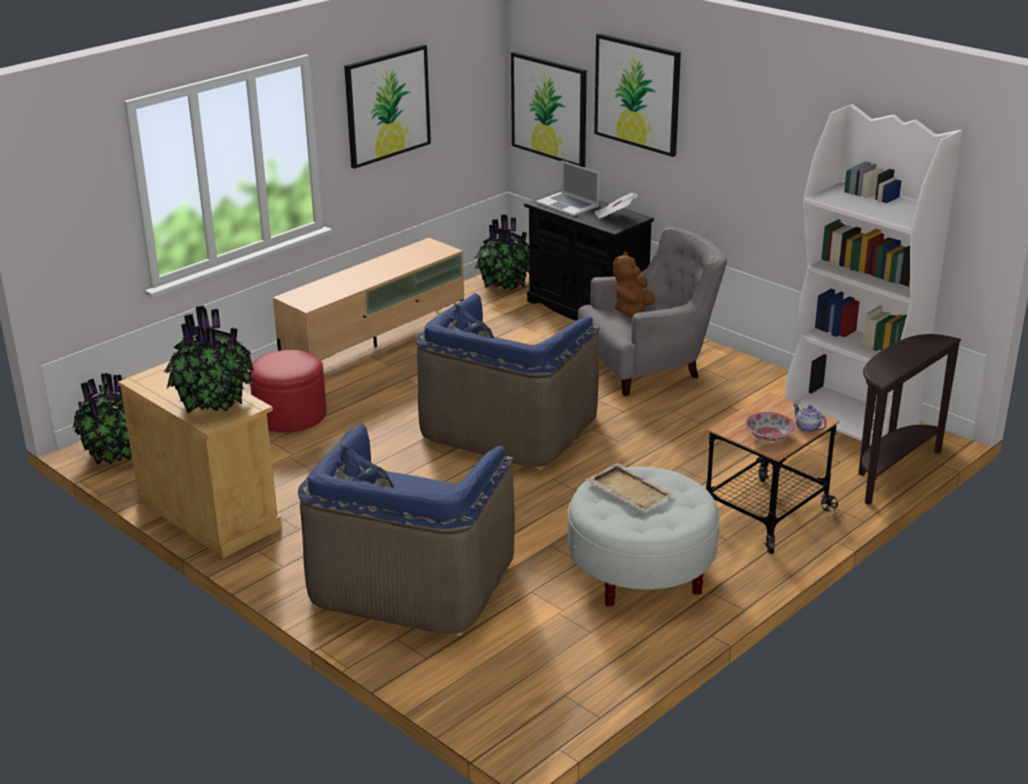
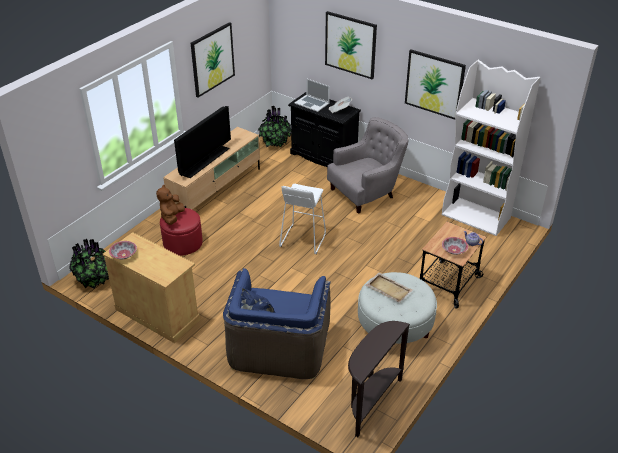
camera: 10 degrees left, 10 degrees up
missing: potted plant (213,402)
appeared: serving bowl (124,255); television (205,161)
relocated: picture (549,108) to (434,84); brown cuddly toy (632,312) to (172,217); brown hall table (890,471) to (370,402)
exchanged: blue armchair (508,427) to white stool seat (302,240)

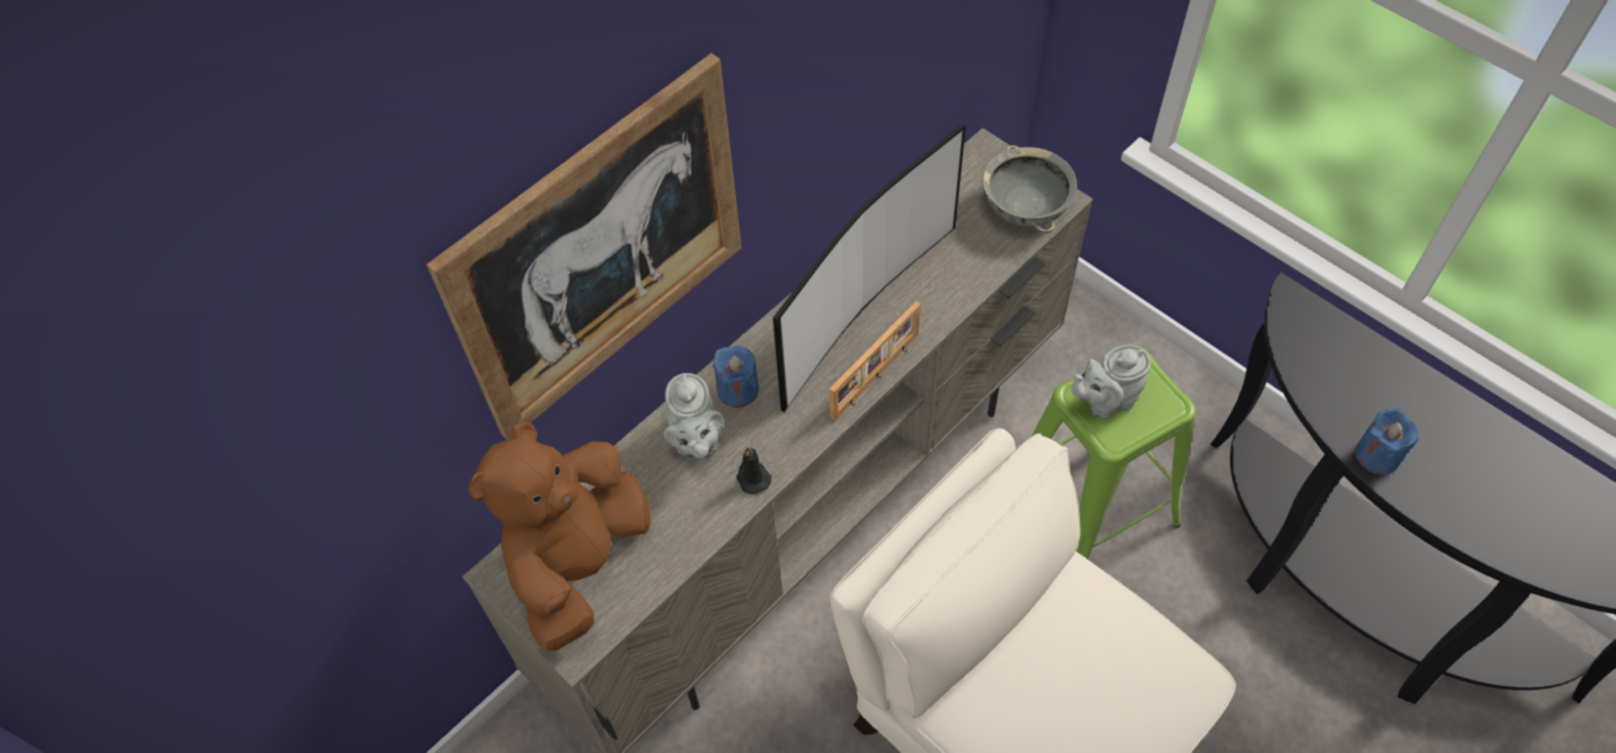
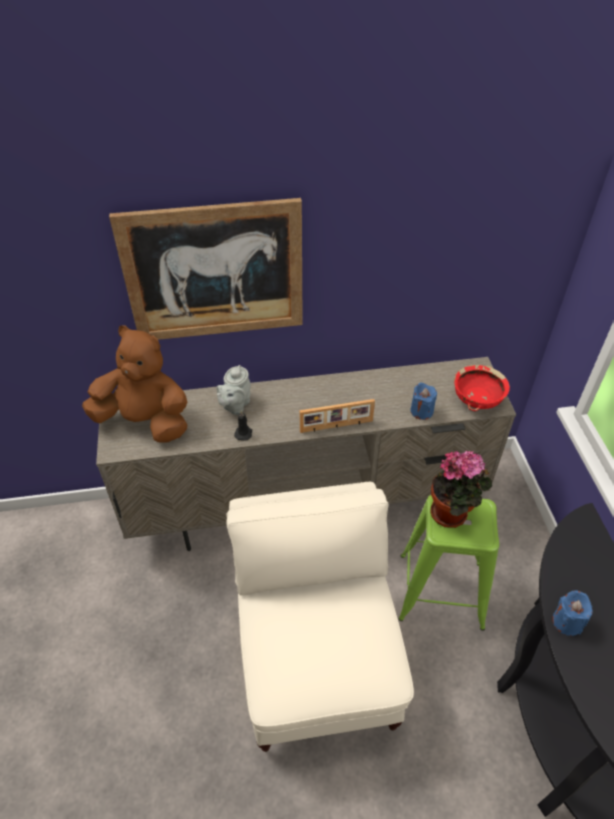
camera: 35 degrees right, 10 degrees down
missing: television (862,309)
relocated: blue wax light (737,389) to (421,411)
exchanged: gray pot for tea (1105,400) to potted plant (452,514)
colour: gray serving bowl (1025,206) to reddish serving bowl (477,398)
spun: brown cuddly toy (579,562) = (145,421) 45 degrees clockwise

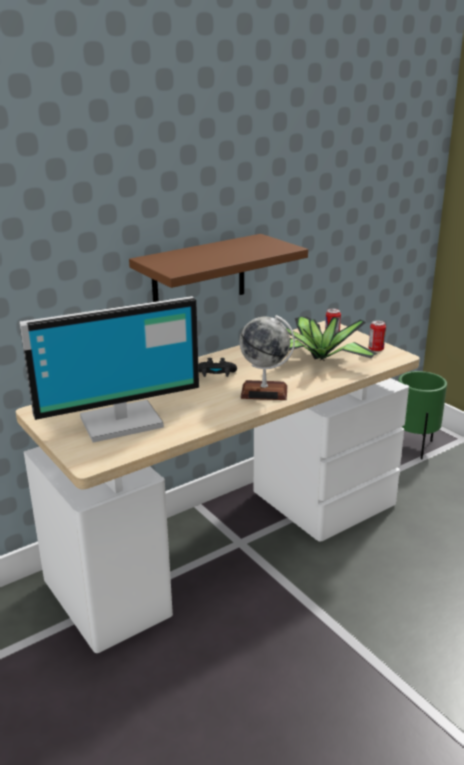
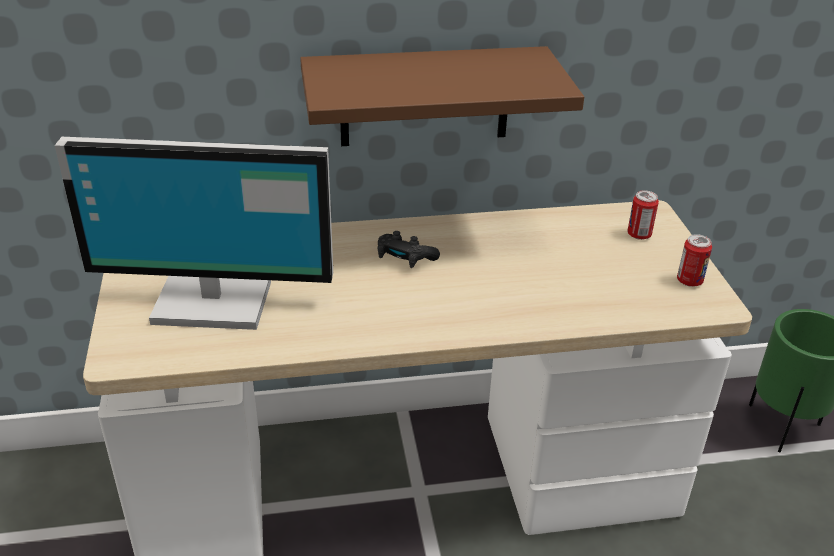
camera: 25 degrees right, 10 degrees up
missing: desk globe (264,392); potted plant (319,359)

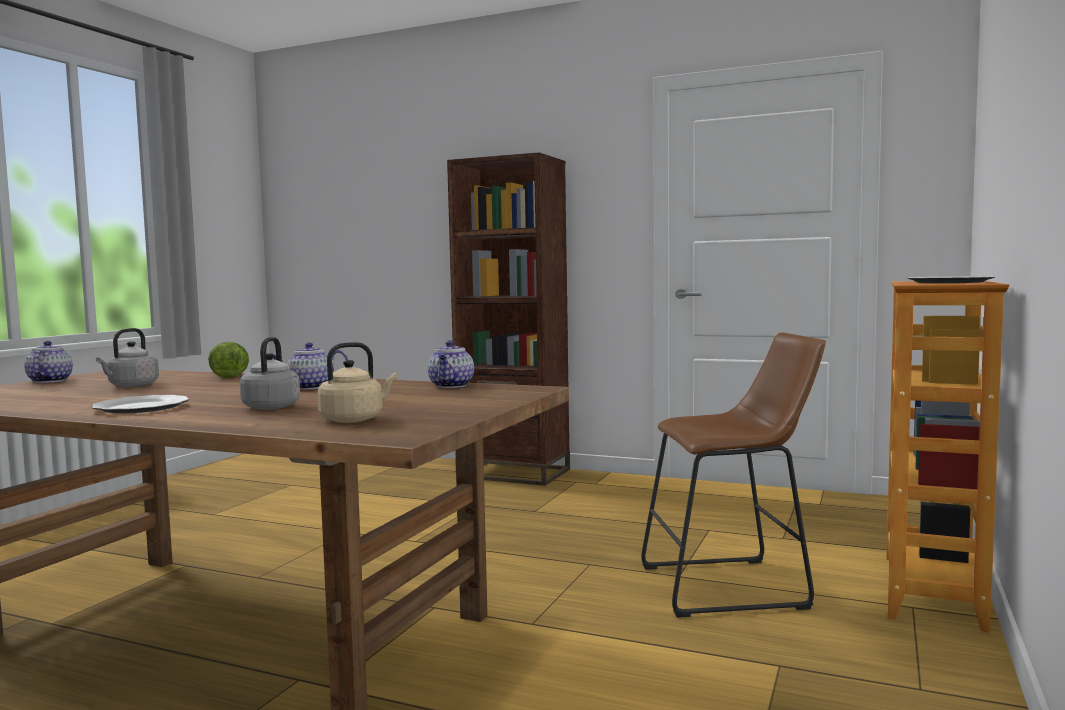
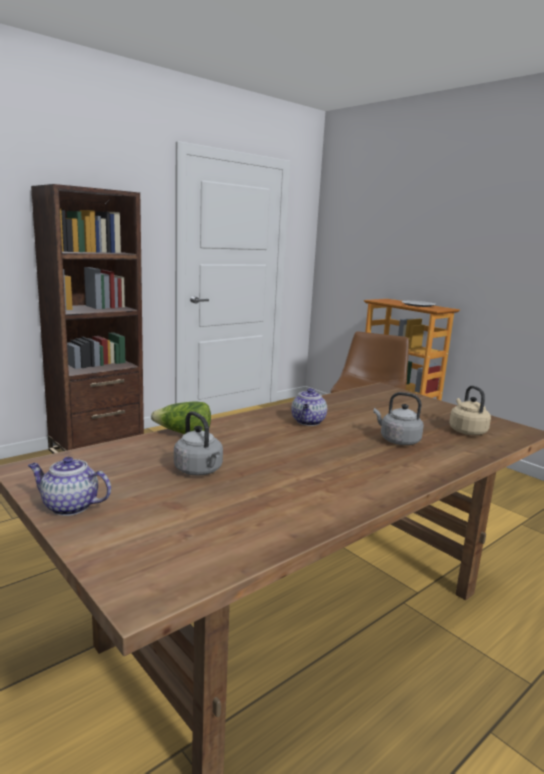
camera: 65 degrees left, 10 degrees up
missing: flat dish (141,407); pot for tea (451,386)

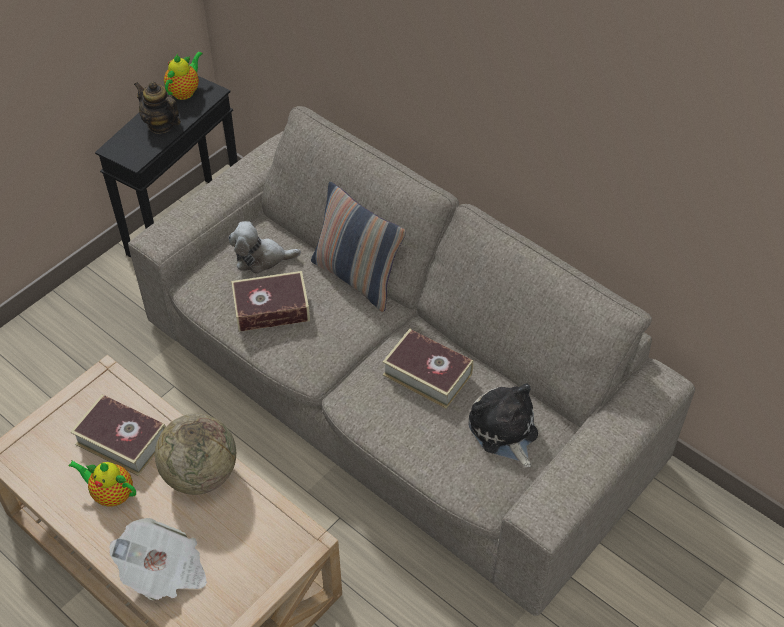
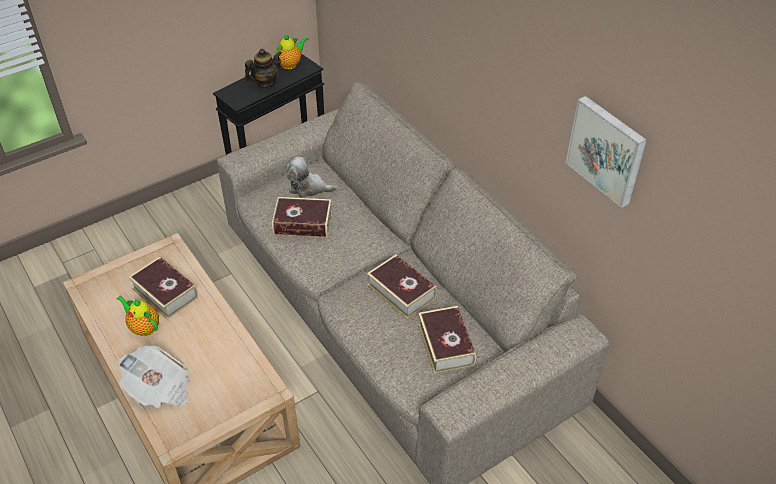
camera: 15 degrees right, 5 degrees down
missing: desk globe (200,474); cushion (357,278)
appeared: picture (607,150)
exchanged: cuddly toy (504,431) to volume (446,344)
spun: pot for tea (161,125) = (265,83) 90 degrees clockwise

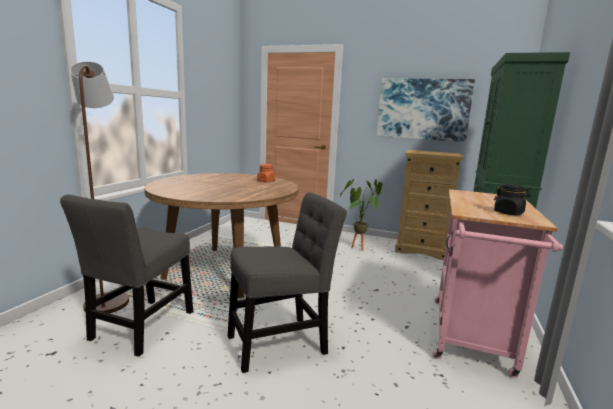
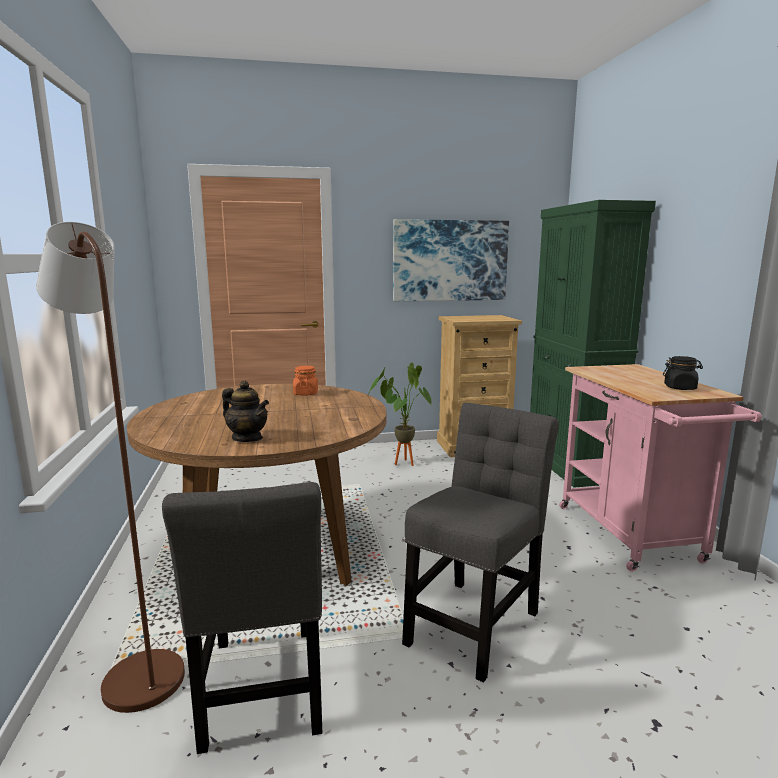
camera: 30 degrees left, 0 degrees up
appeared: pot for tea (247,438)

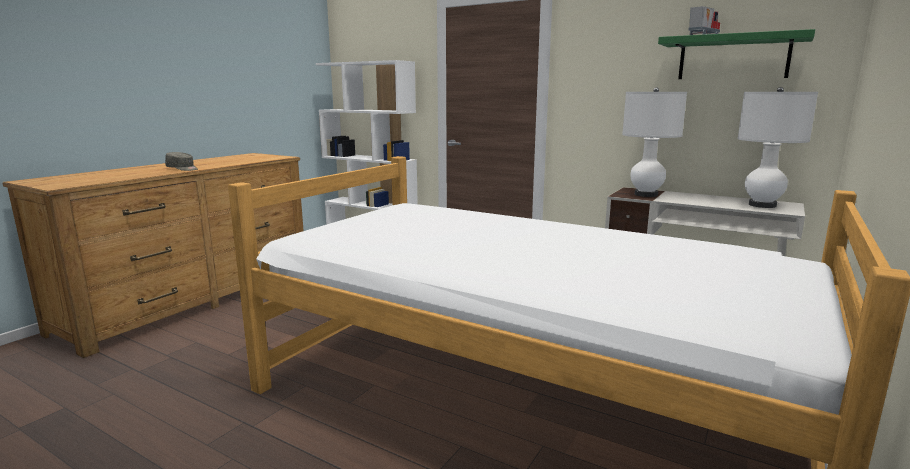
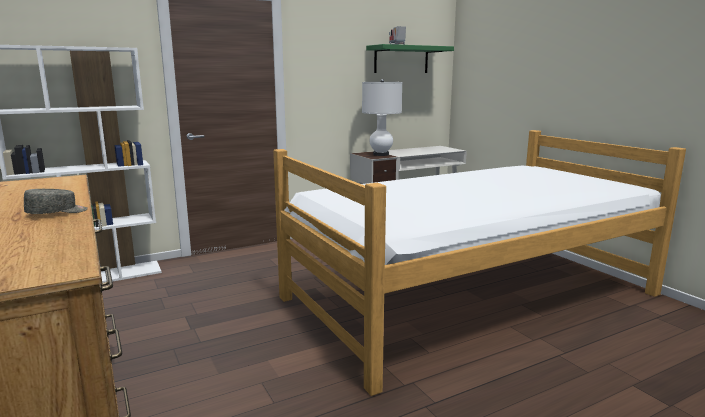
camera: 60 degrees left, 0 degrees up
missing: white tabletop lamp (762,205)

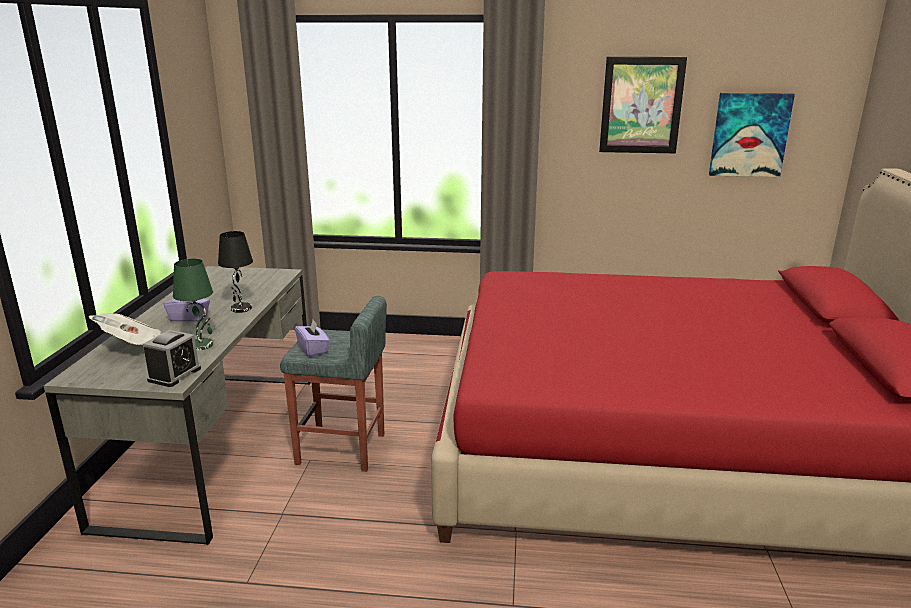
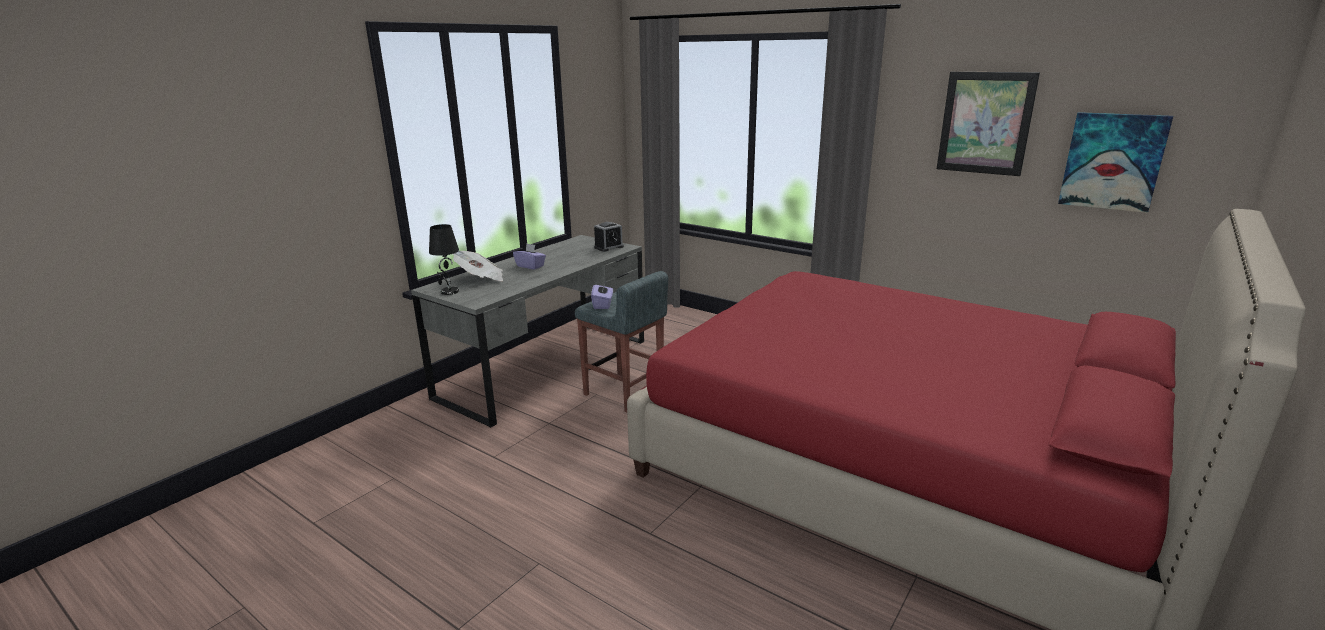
camera: 30 degrees right, 0 degrees up
missing: green-coloured tabletop lamp (201,345)
relocated: bedside clock (174,374) to (609,247); black tabletop lamp (241,309) to (449,292)

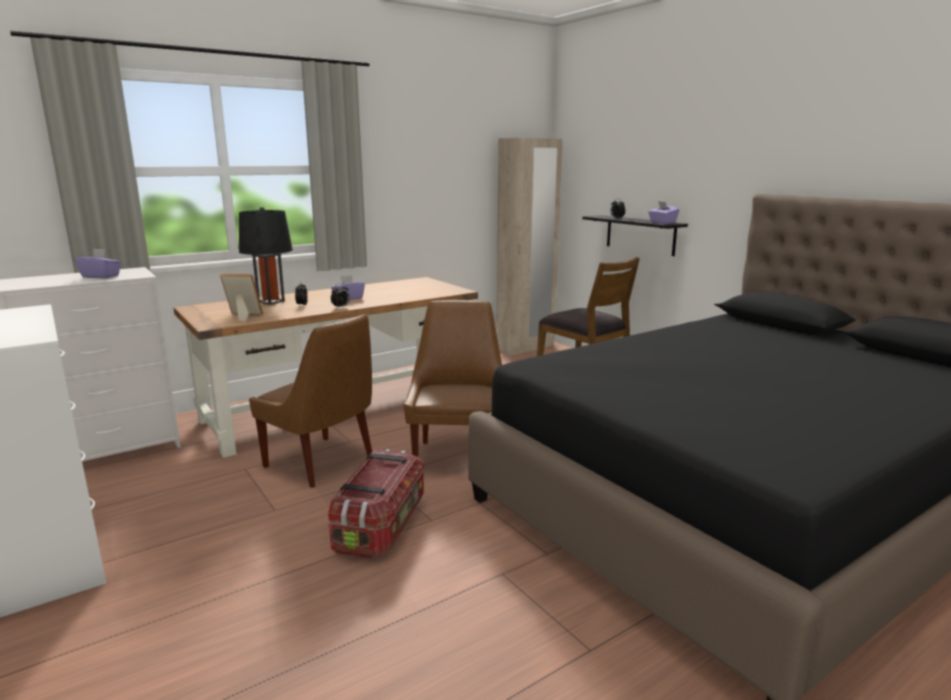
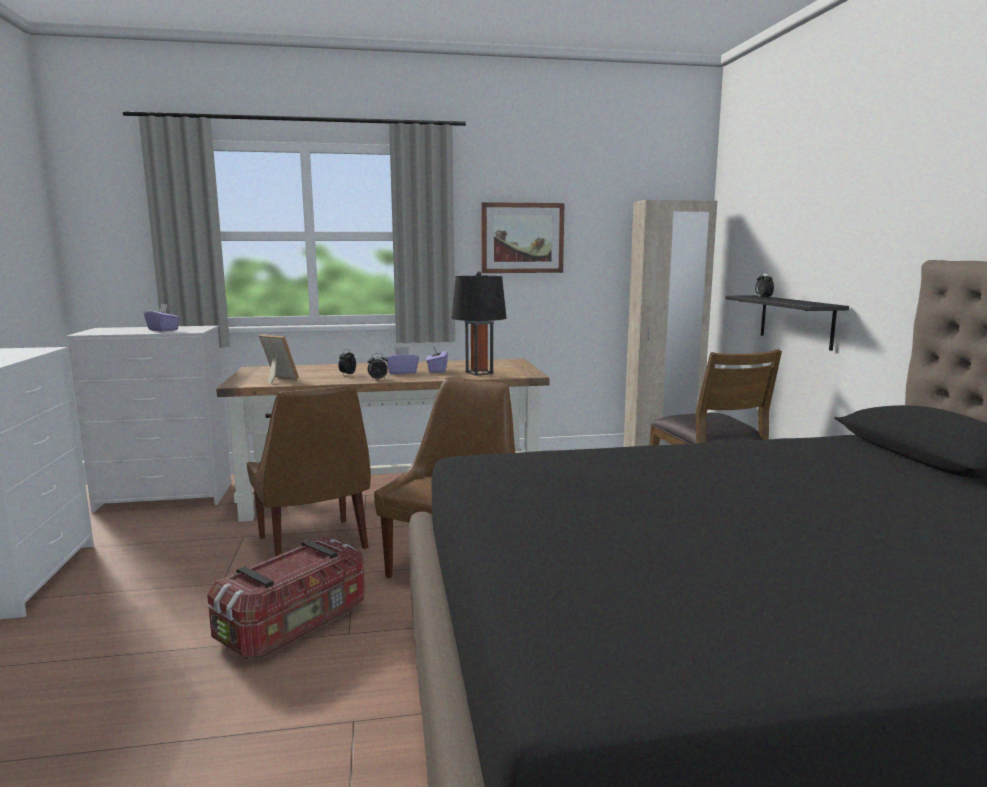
camera: 25 degrees right, 5 degrees down
appeared: picture (522,238)
relocated: black tabletop lamp (271,301) to (479,373); purple-coloured box of tissues (662,222) to (437,370)

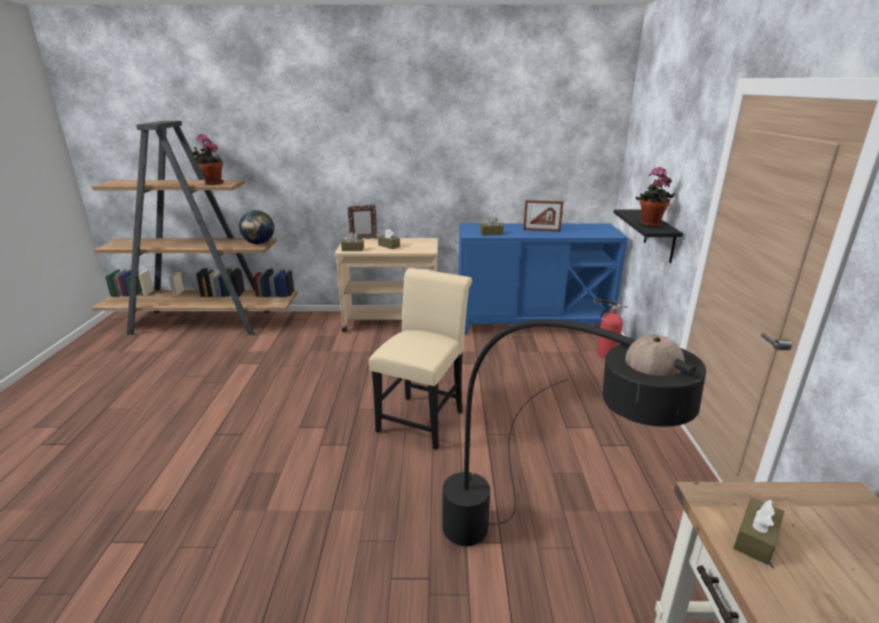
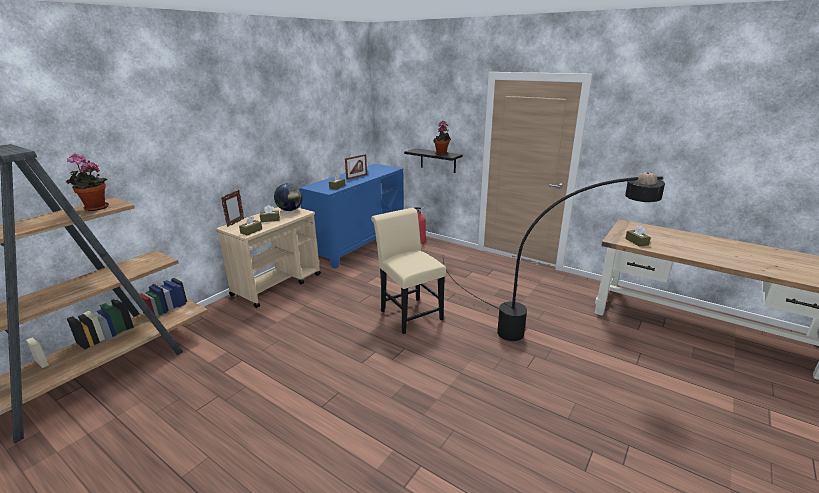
camera: 55 degrees left, 0 degrees up
relocated: desk globe (259,243) to (290,210)

